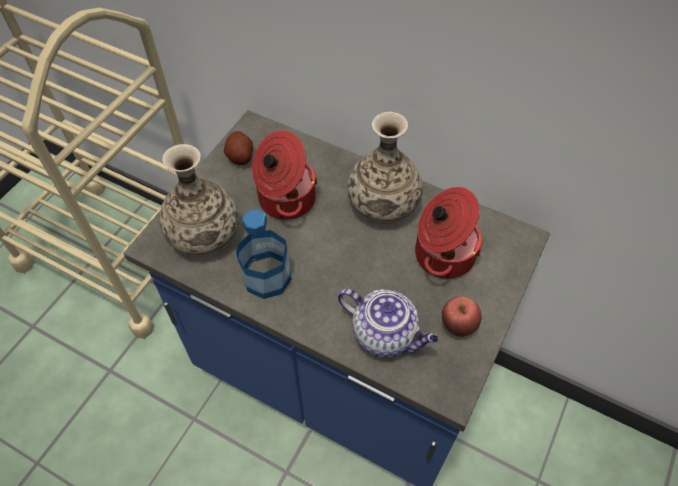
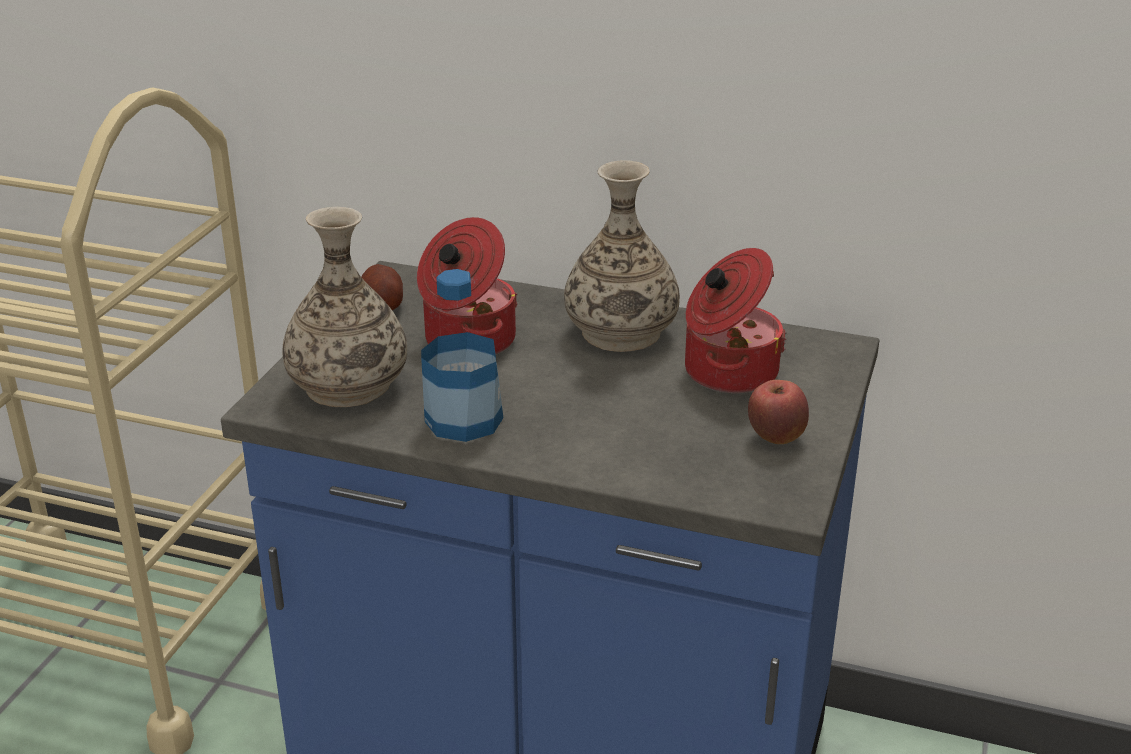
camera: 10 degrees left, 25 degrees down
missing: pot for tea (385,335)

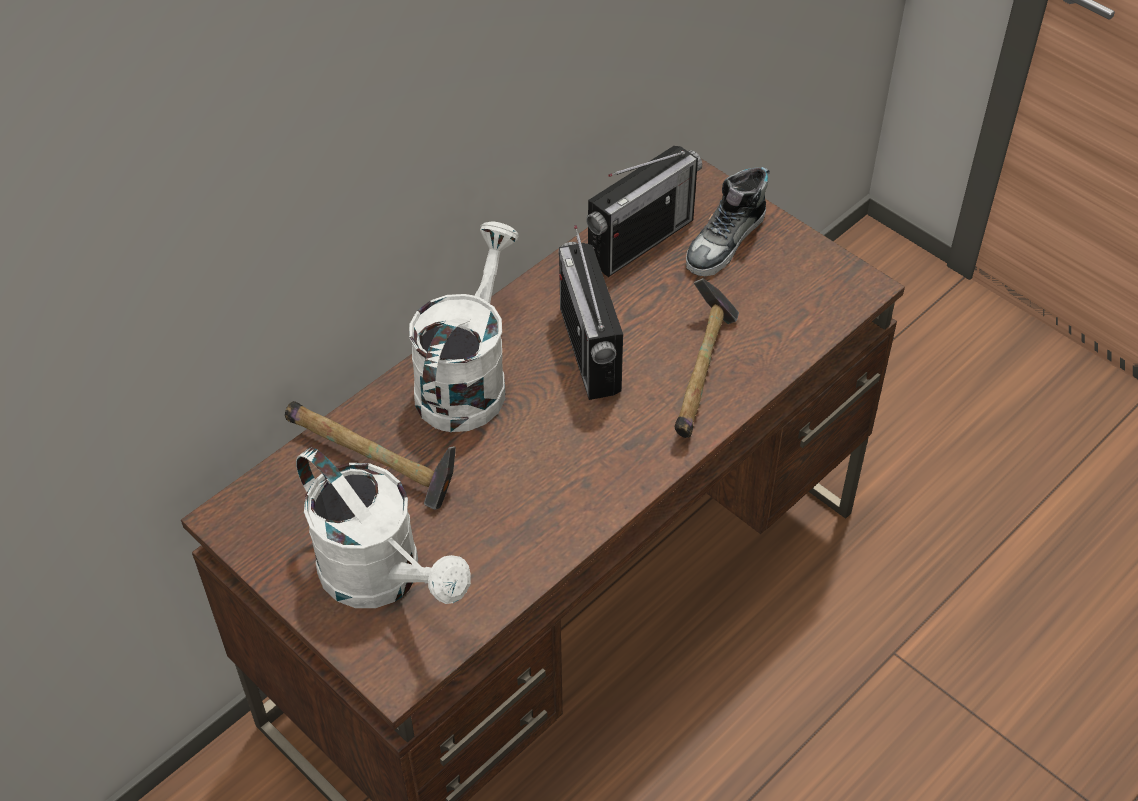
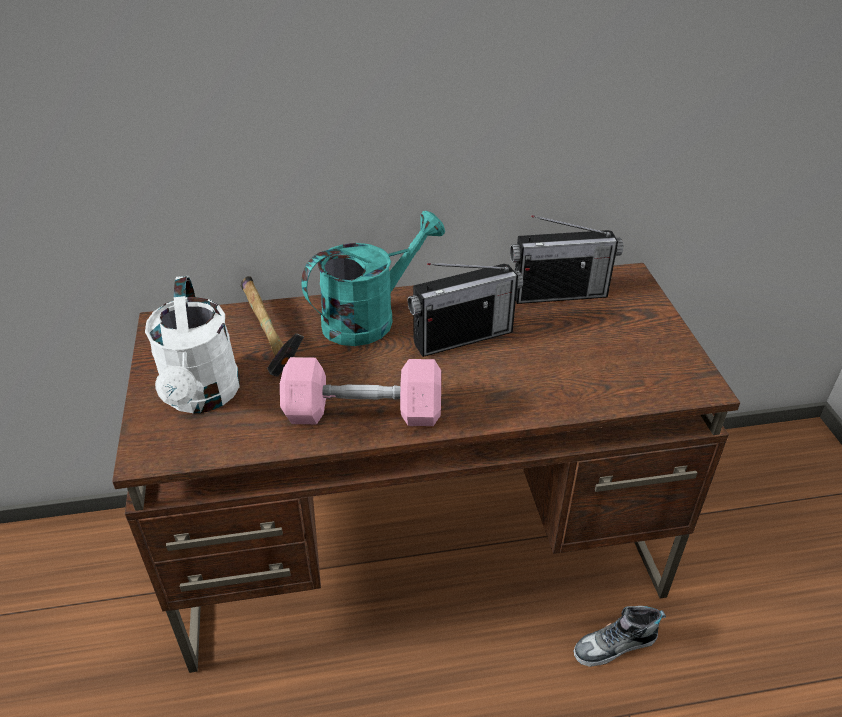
camera: 35 degrees right, 10 degrees down
missing: hammer (702,373)
appeared: pink-coloured free weight (363,413)
relocated: shoe (726,241) to (615,646)
colour: white watering can (467,379) to turquoise-coloured watering can (369,318)
spun: radio receiver (589,350) = (462,337) 135 degrees counterclockwise

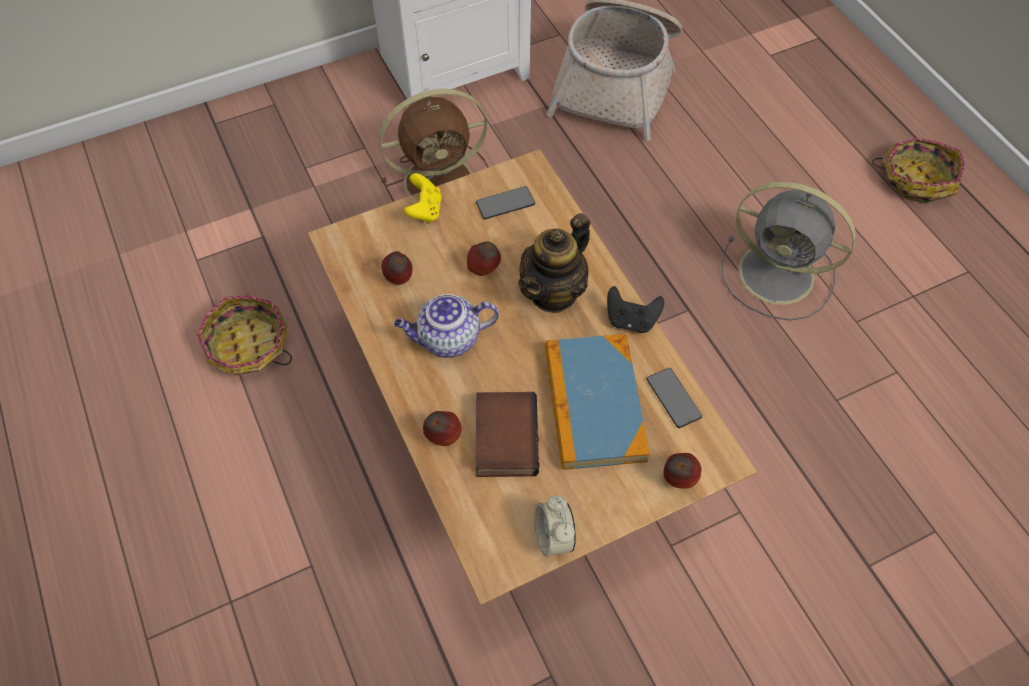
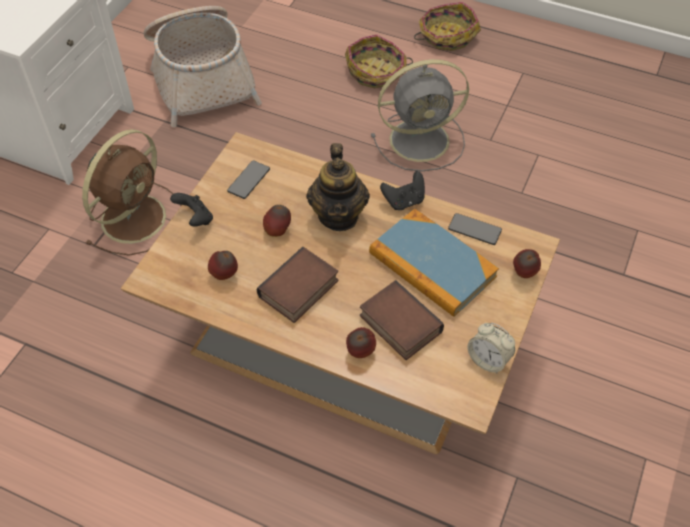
camera: 40 degrees left, 5 degrees down
relocated: basket (249,346) to (376,72)
exchanged: pot for tea (448,339) to volume (299,290)
colour: yellow-coloured game controller (425,210) to black game controller (195,219)

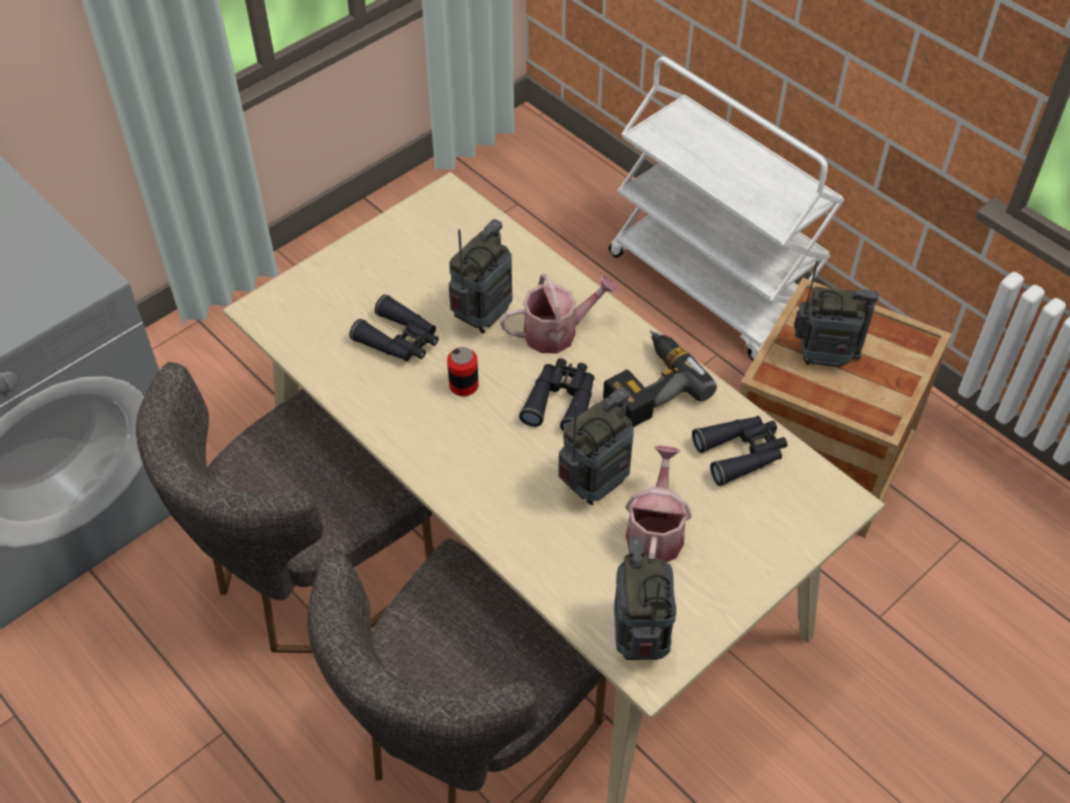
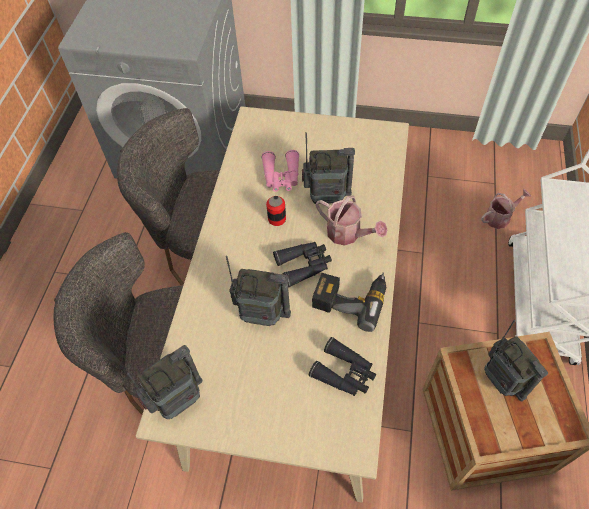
camera: 55 degrees right, 5 degrees up
relocated: watering can (655,531) to (500,217)
colour: black binoculars (399,340) to pink-coloured binoculars (281,176)

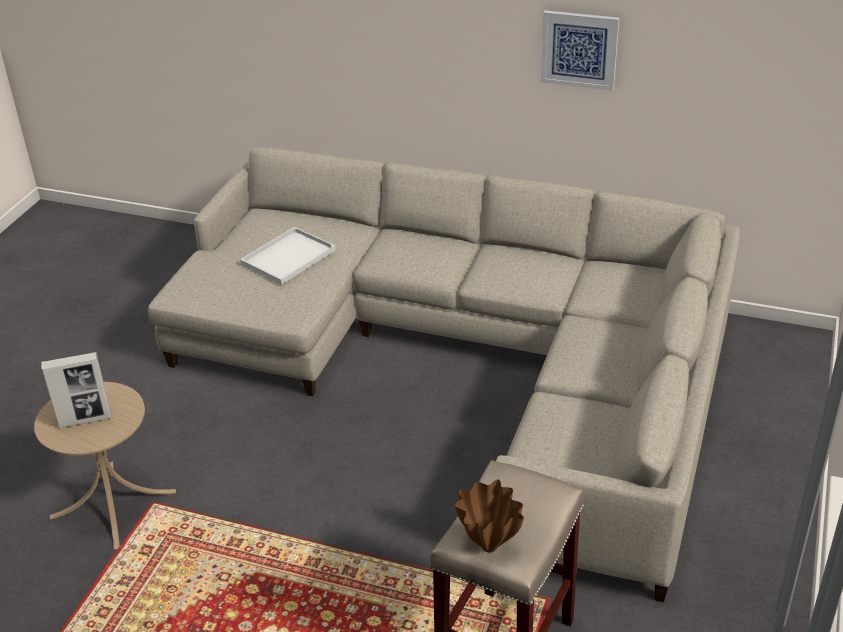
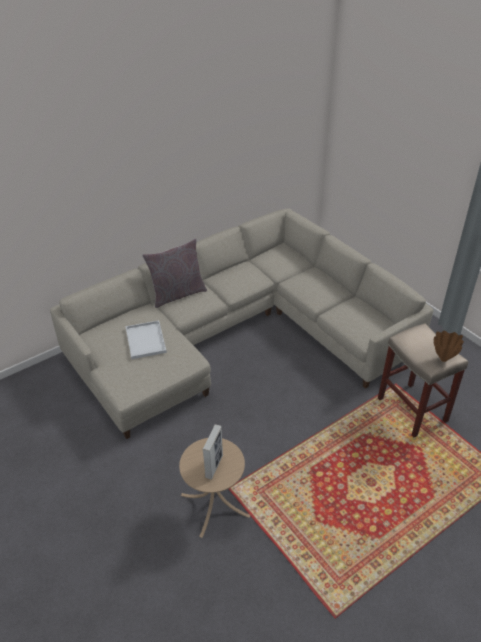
camera: 55 degrees left, 5 degrees up
missing: picture (579,49)
appeared: gray cushion (177,294)

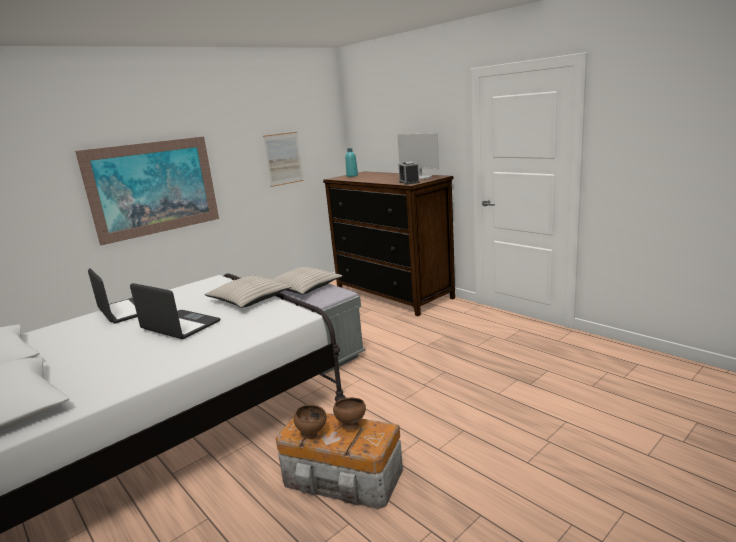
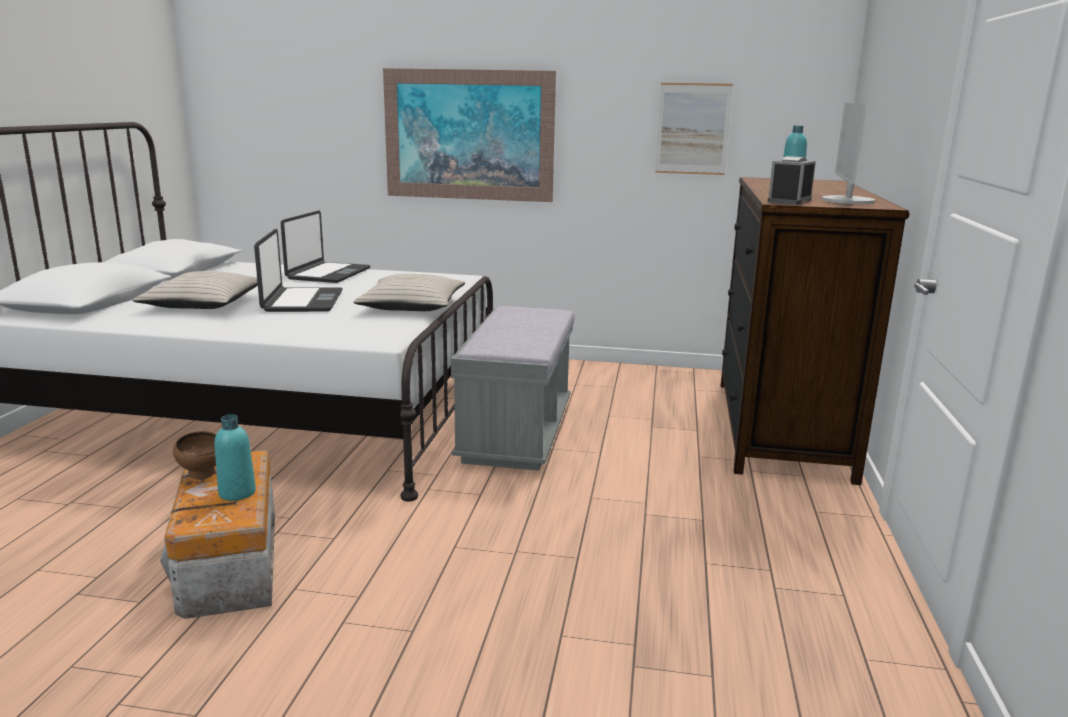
camera: 50 degrees right, 0 degrees up
relocated: sand-coloured cushion (304,287) to (203,303)
exchanged: brown serving bowl (350,425) to turquoise-coloured drink bottle (237,493)

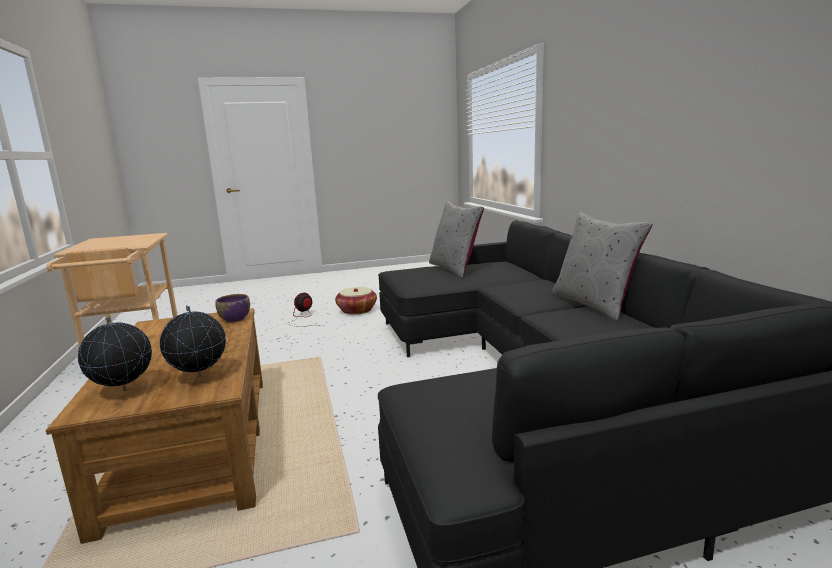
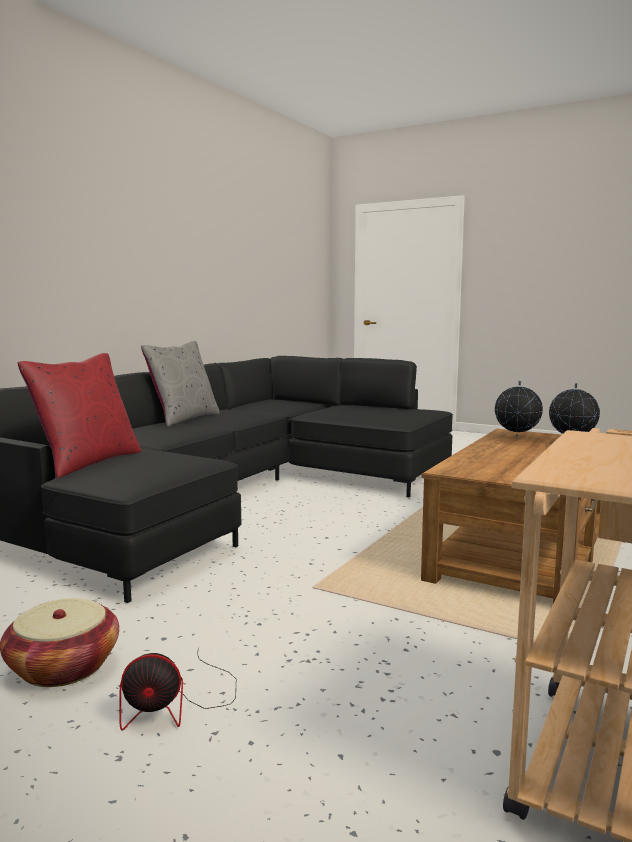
camera: 135 degrees left, 5 degrees down
missing: purple-coloured serving bowl (235,319)
colour: gray cushion (454,269) to reddish cushion (88,462)

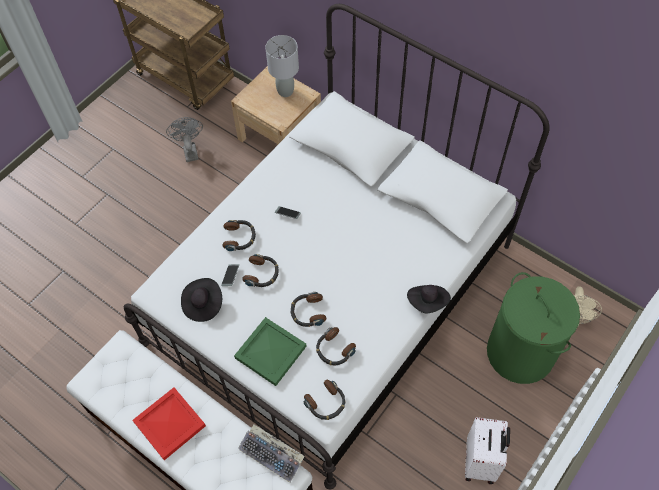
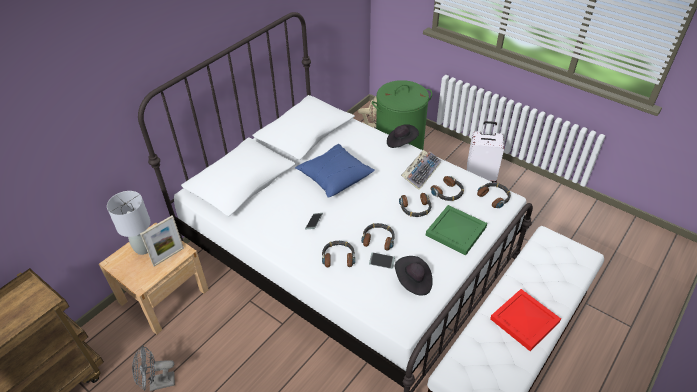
camera: 90 degrees left, 15 degrees down
appeared: picture frame (168,256); blue cushion (334,177)
relocated: PC keyboard (273,455) to (421,172)

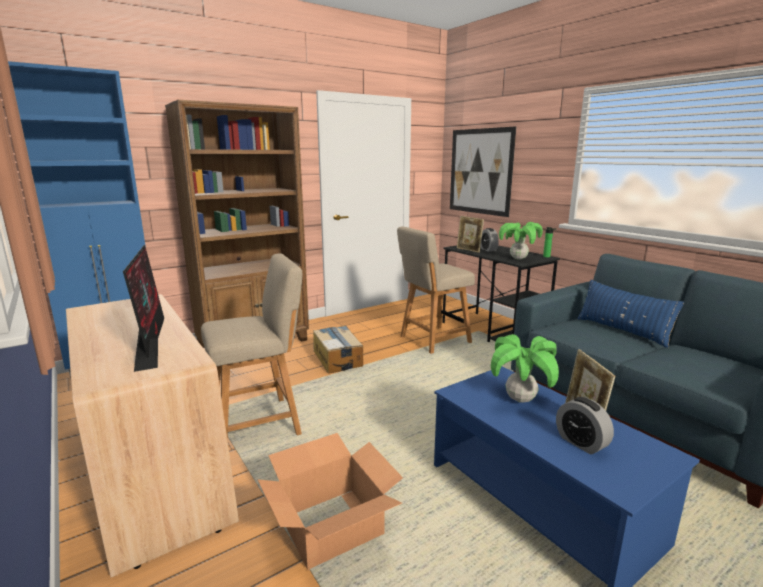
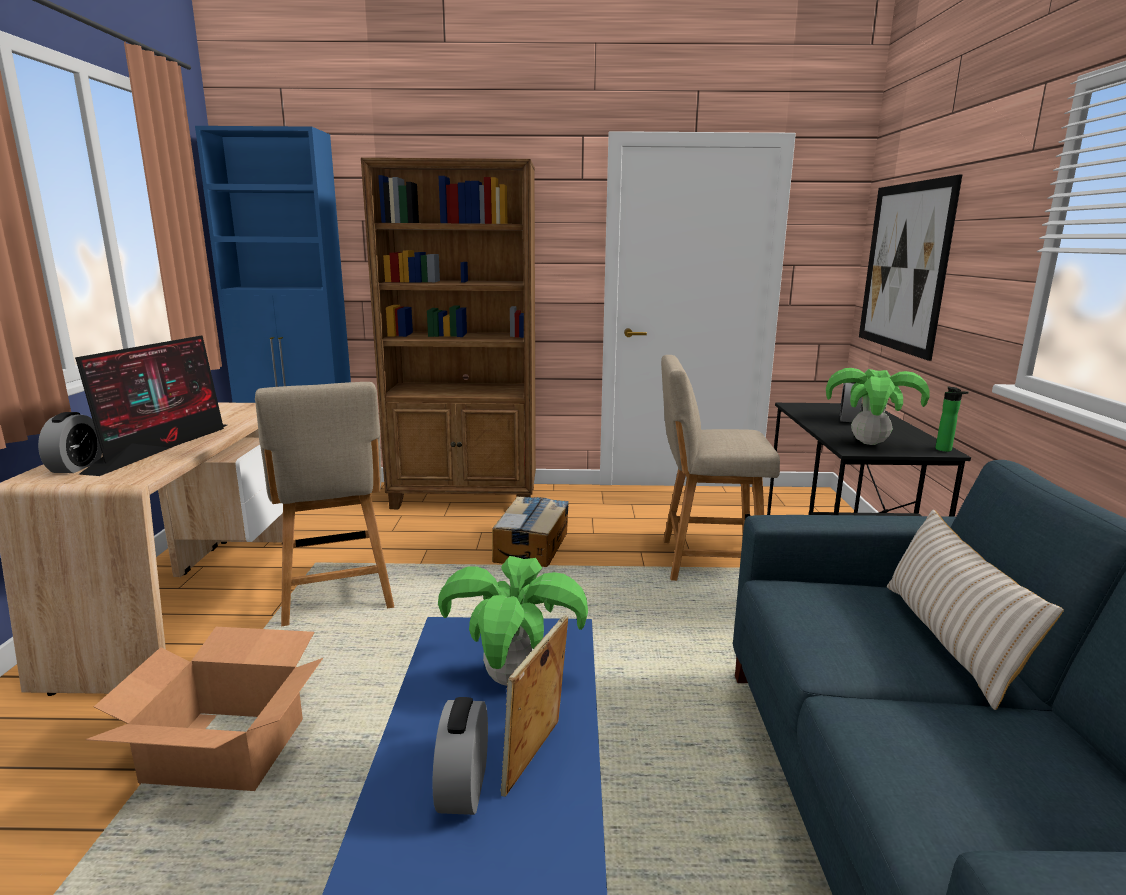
camera: 35 degrees right, 0 degrees up
missing: picture frame (468,250)
appeared: bedside clock (76,467)
colour: blue cushion (622,331) to sand-coloured cushion (949,639)
spun: sand-coloured plain chair (261,423) = (336,596) 60 degrees clockwise

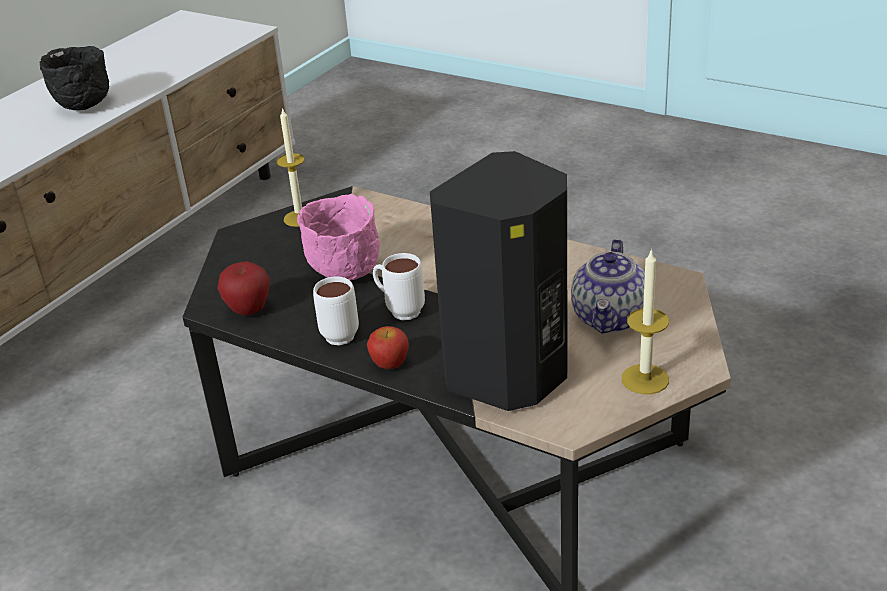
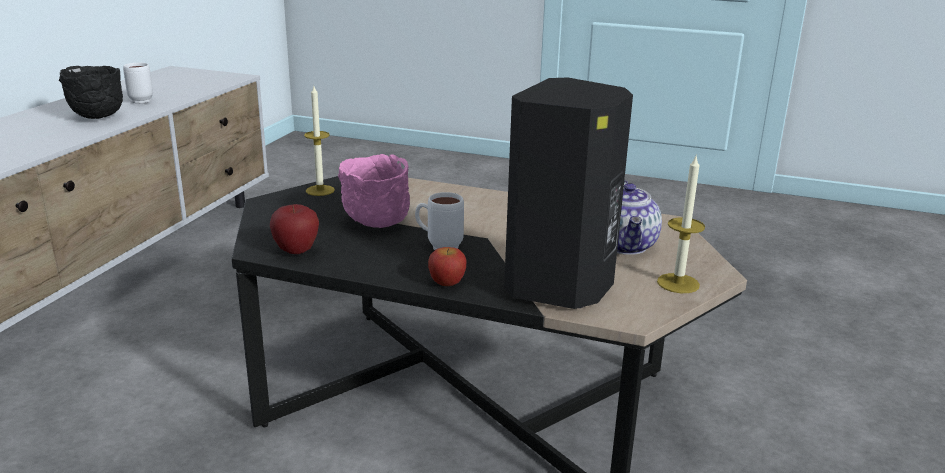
camera: 15 degrees left, 10 degrees down
relocated: white mug (339,332) to (141,100)

